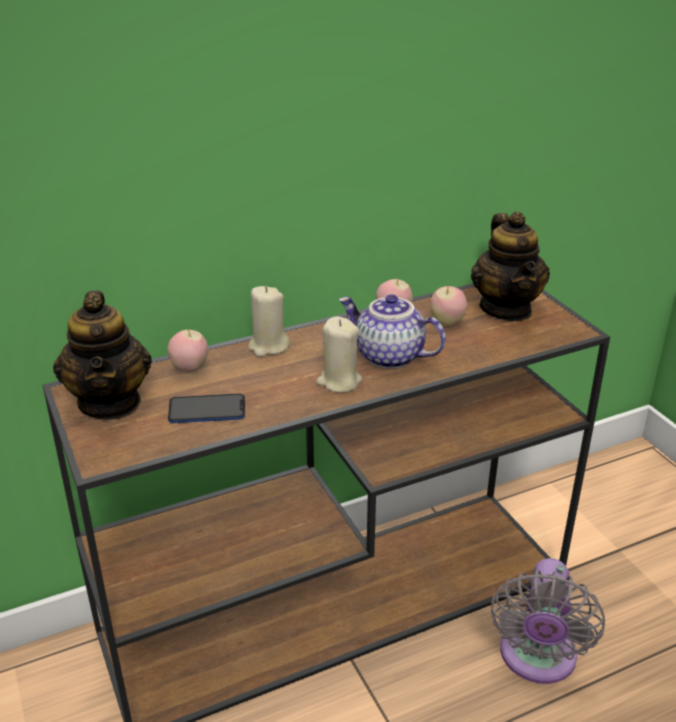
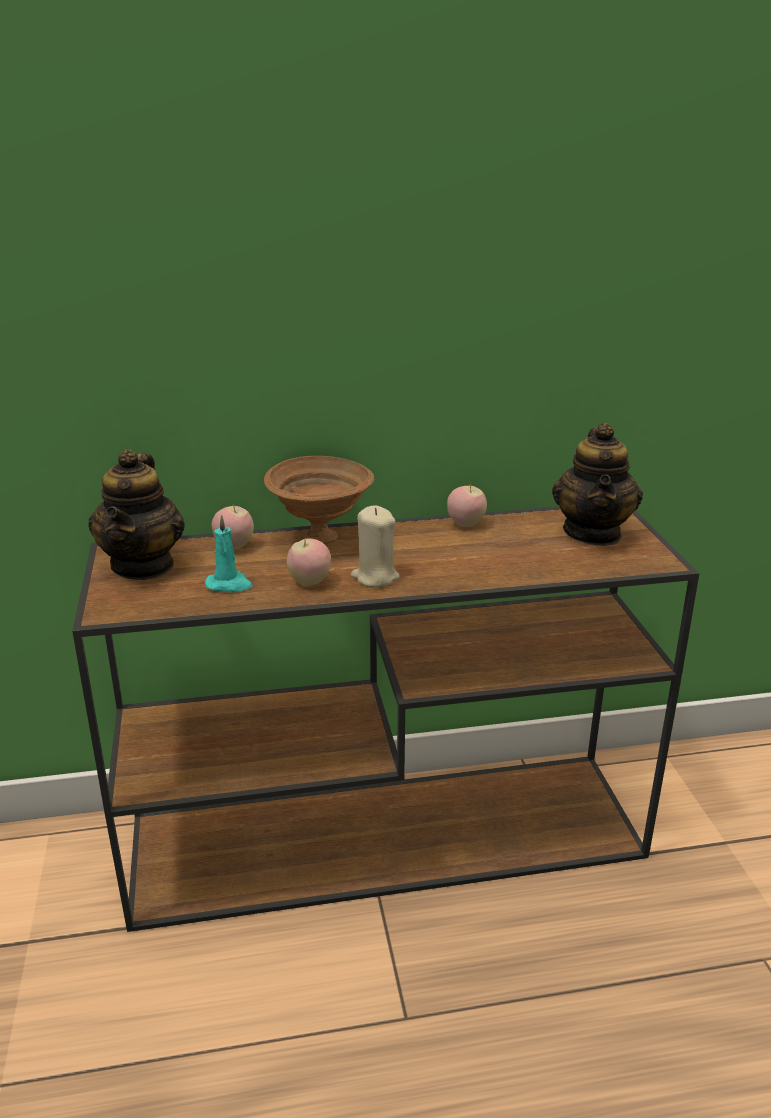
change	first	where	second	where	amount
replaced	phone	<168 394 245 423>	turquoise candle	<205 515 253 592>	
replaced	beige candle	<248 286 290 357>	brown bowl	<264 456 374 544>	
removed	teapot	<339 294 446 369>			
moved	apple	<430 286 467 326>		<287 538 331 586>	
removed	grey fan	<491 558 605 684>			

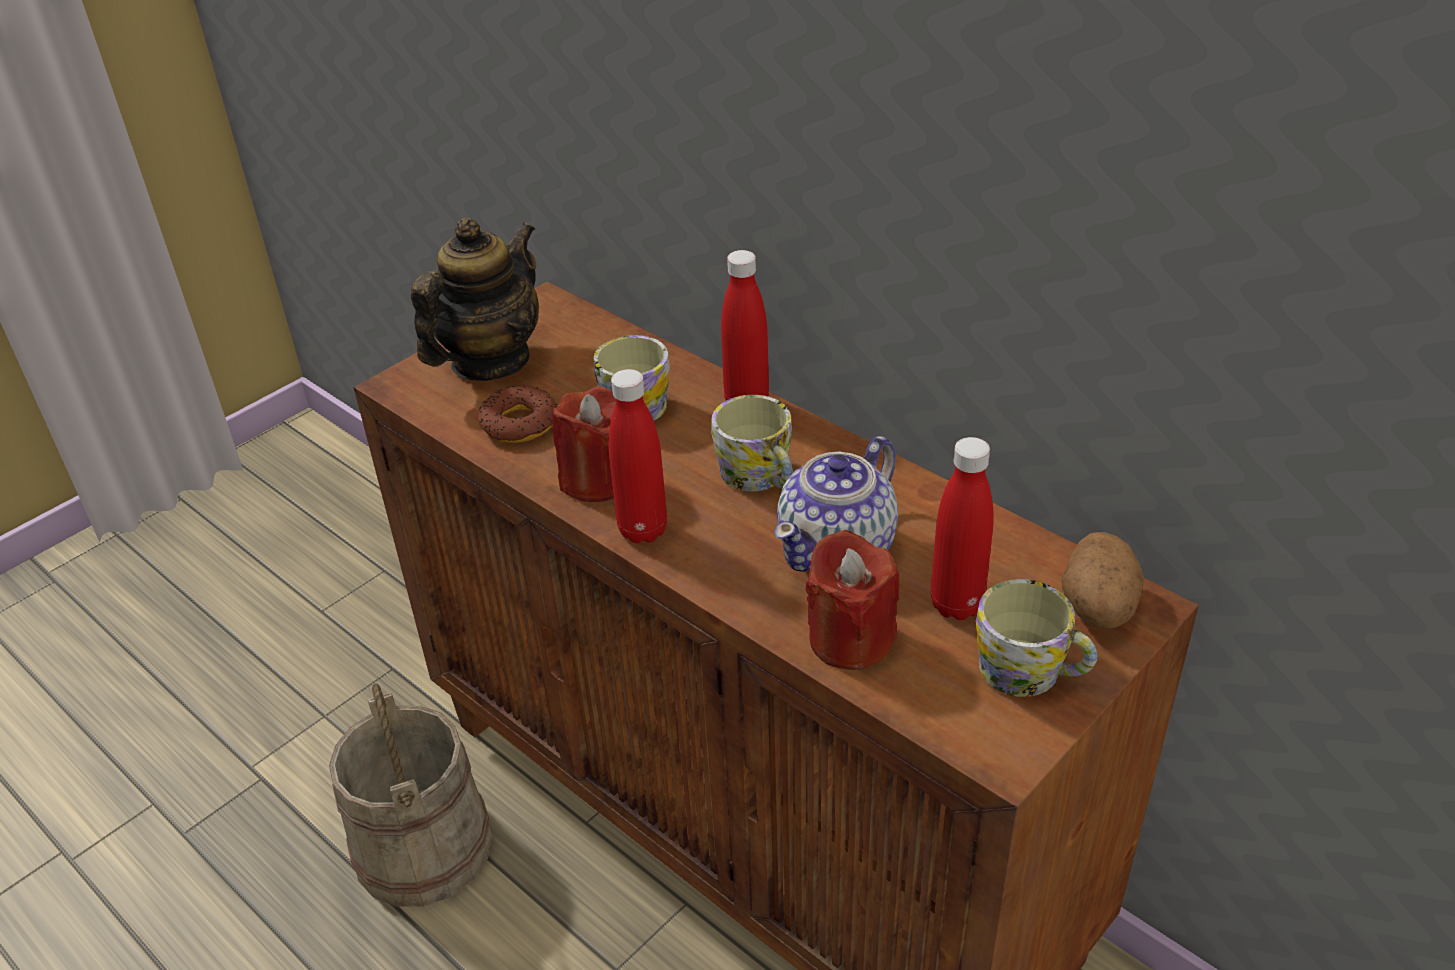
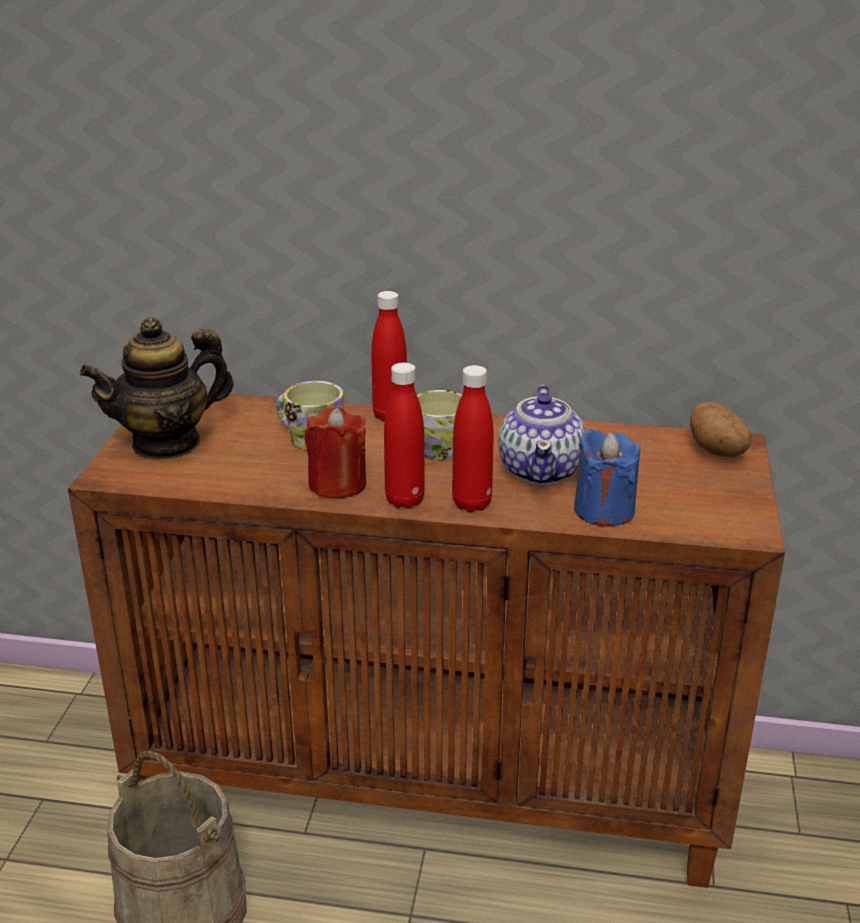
change	first	where	second	where	amount
turned	teapot	<411 218 539 381>		<80 317 234 460>	120 degrees counterclockwise
removed	donut	<478 385 557 443>			
recoloured	red candle	<806 530 899 670>	blue candle	<574 429 640 527>	
moved	red bottle	<931 437 994 620>		<452 365 494 512>	
removed	mug	<976 579 1097 697>			

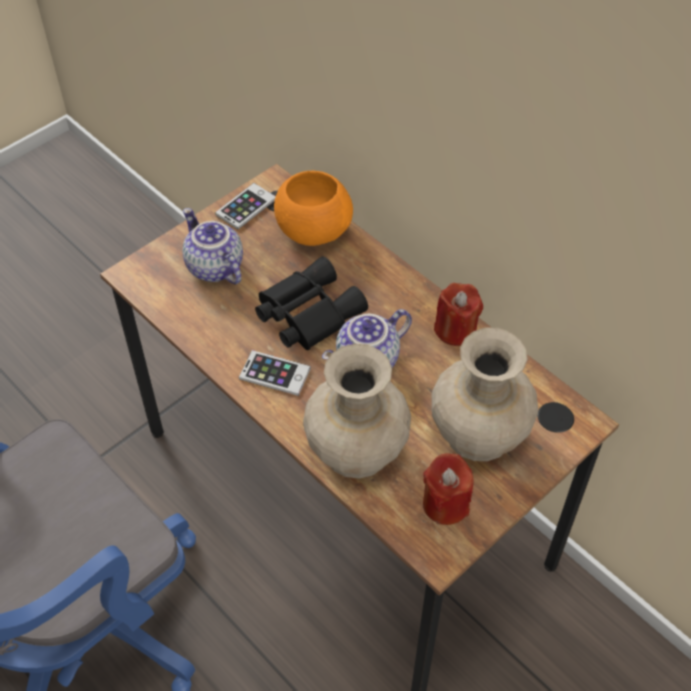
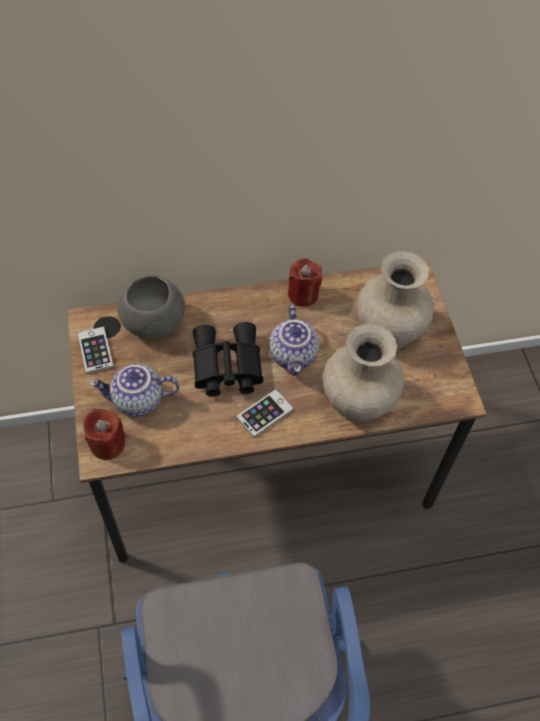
change	first	where	second	where	amount
recoloured	orange bowl	<274 171 353 246>	grey bowl	<118 275 185 339>	
moved	red candle	<423 453 474 525>		<83 409 126 460>	

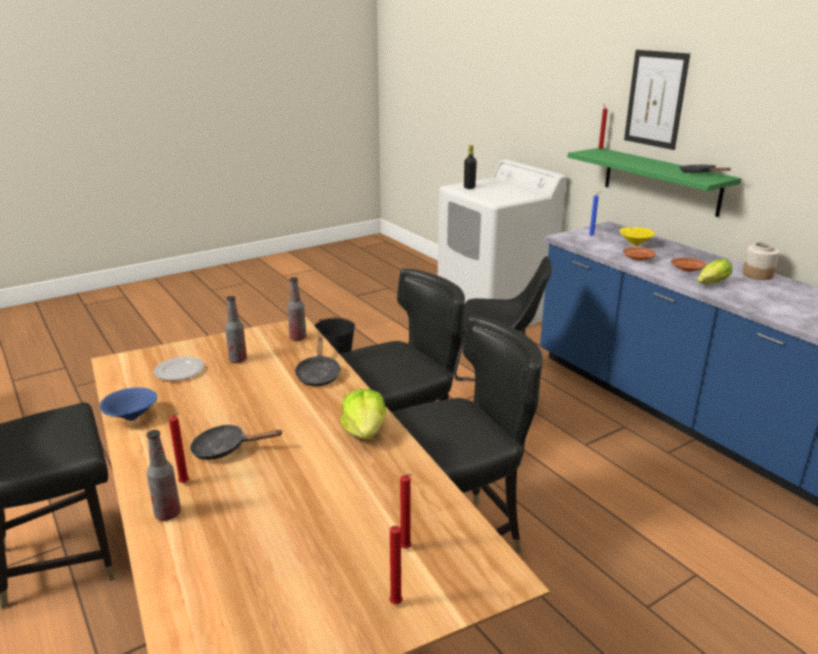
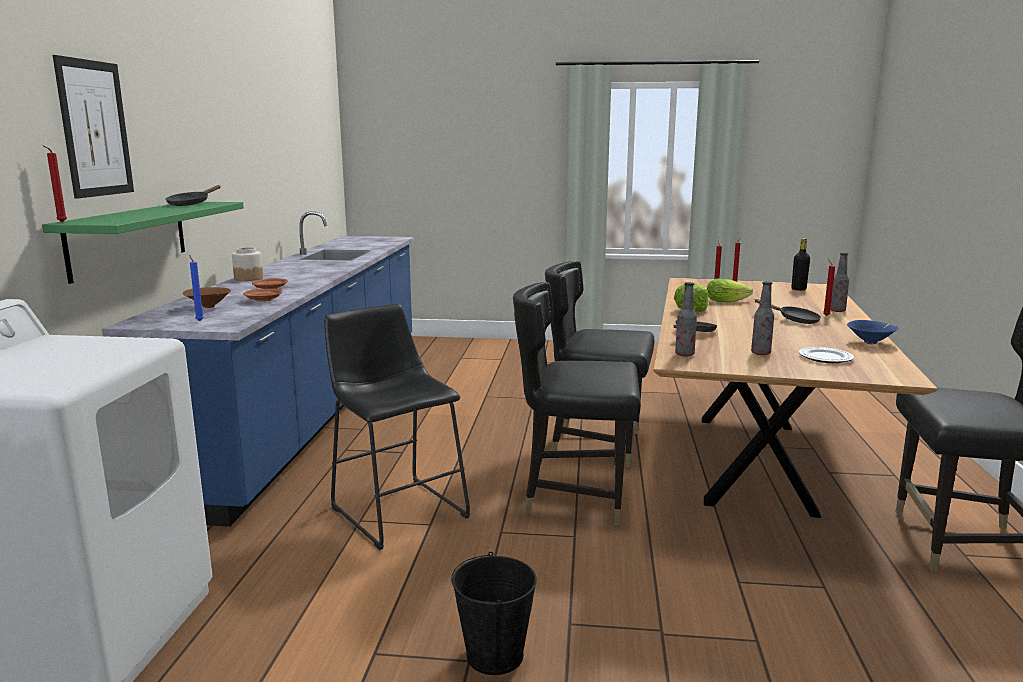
change	first	where	second	where	amount
moved	black bottle	<464 145 477 189>		<791 238 810 291>	
recoloured	yellow bowl	<620 227 655 246>	brown bowl	<183 287 231 308>	
moved	lettuce	<697 259 733 284>		<707 278 753 302>	

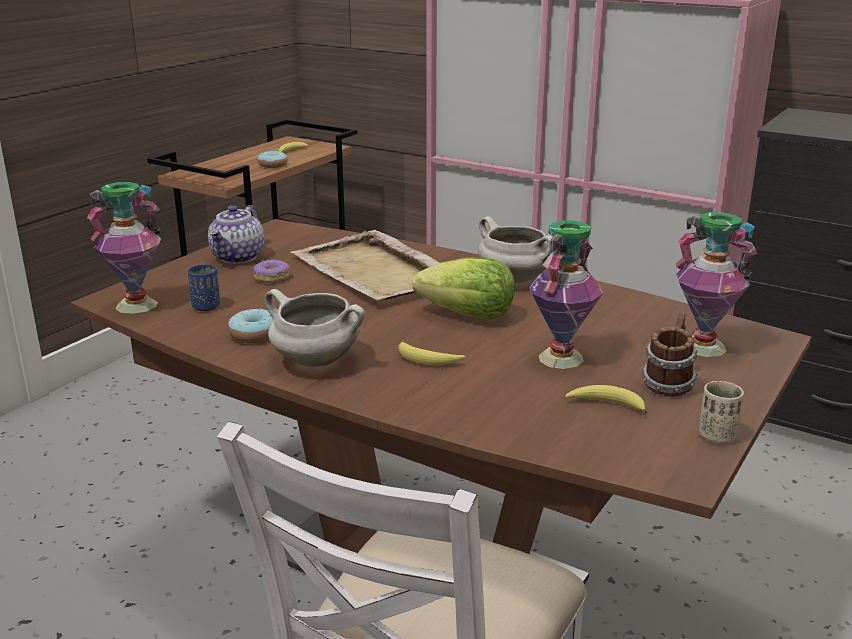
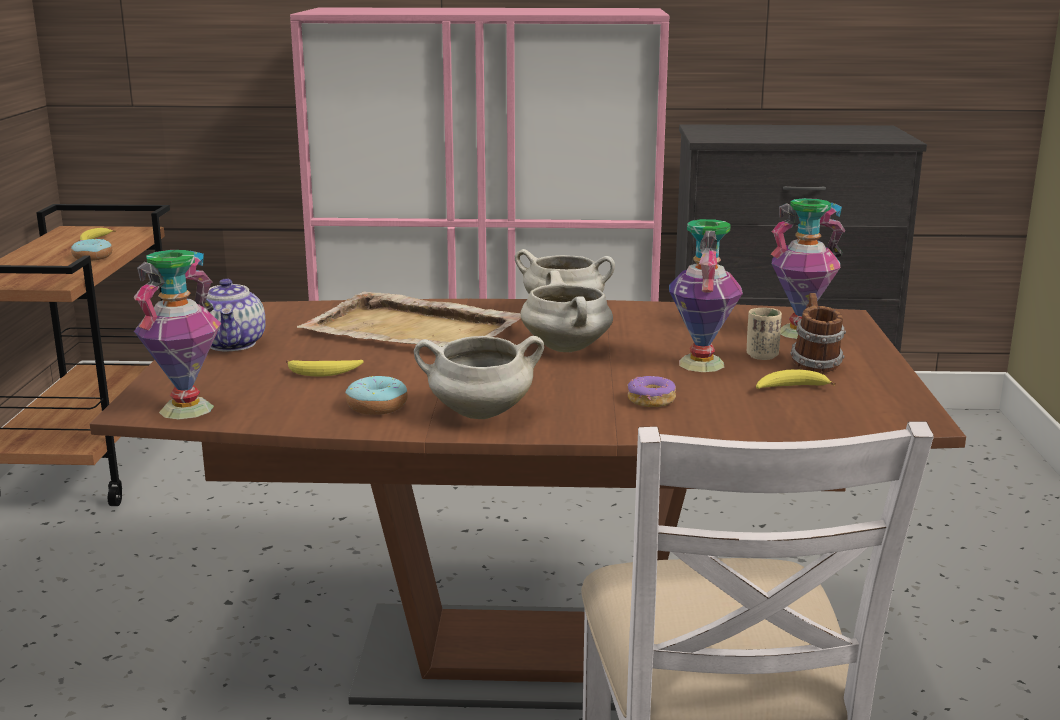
change	first	where	second	where	amount
removed	blue cup	<188 264 220 311>			
moved	donut	<253 259 289 283>		<628 376 676 407>	
moved	banana	<398 340 466 365>		<286 360 364 377>	
replaced	lettuce	<413 258 515 319>	white cooking pot	<521 270 613 352>	
moved	beige cup	<699 381 744 444>		<747 308 782 360>	

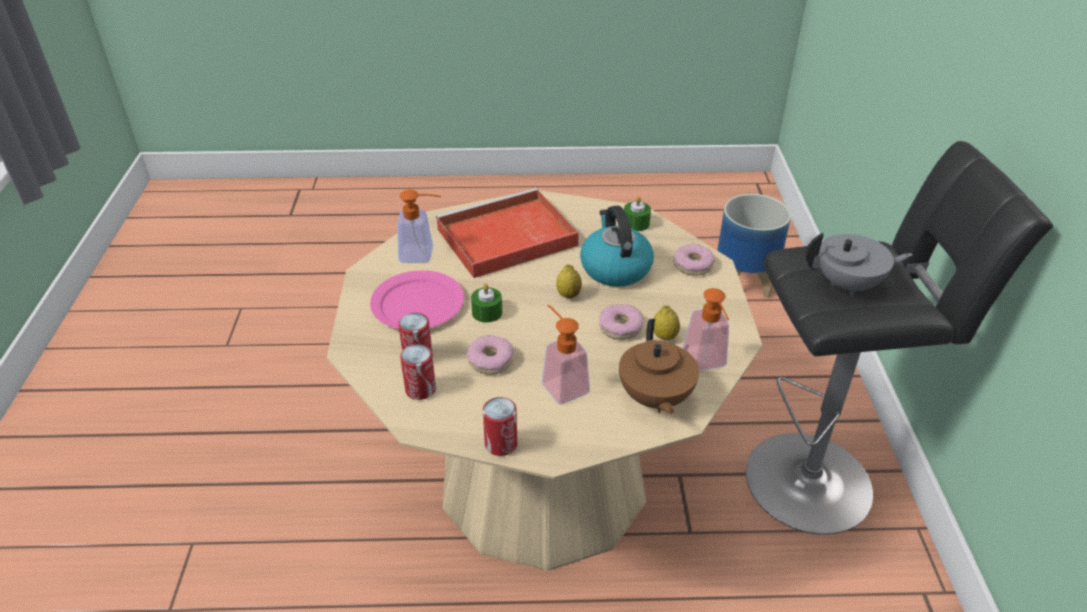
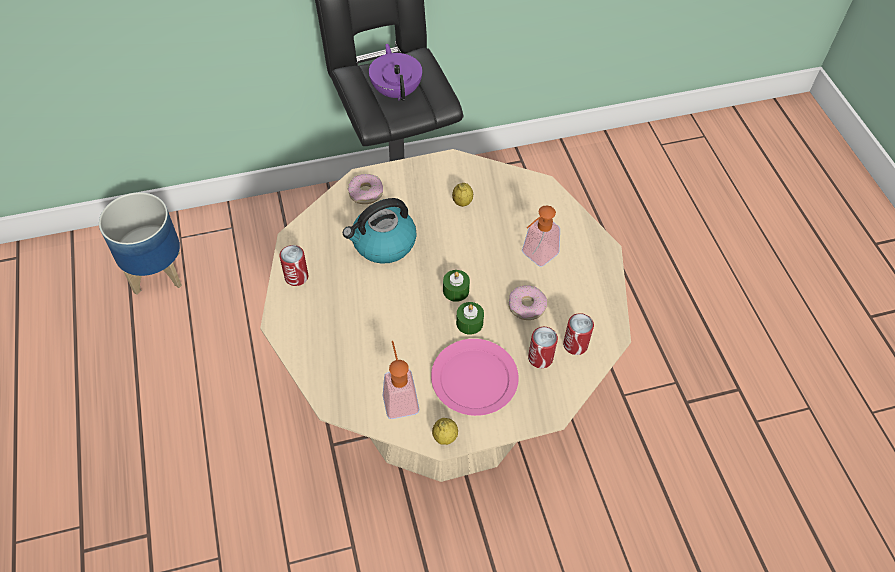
change	first	where	second	where	amount
removed	red tray	<436 188 579 278>			
moved	can	<483 397 517 456>		<280 245 308 286>	
moved	lemon	<556 264 582 298>		<432 418 458 445>	
removed	donut	<599 304 644 340>			
removed	brown teapot	<619 319 699 415>			
moved	green candle	<624 196 651 231>		<443 270 470 302>	
removed	soap dispenser	<683 288 729 371>			
recoloured	grey teapot	<805 233 913 296>	purple teapot	<369 44 422 101>	

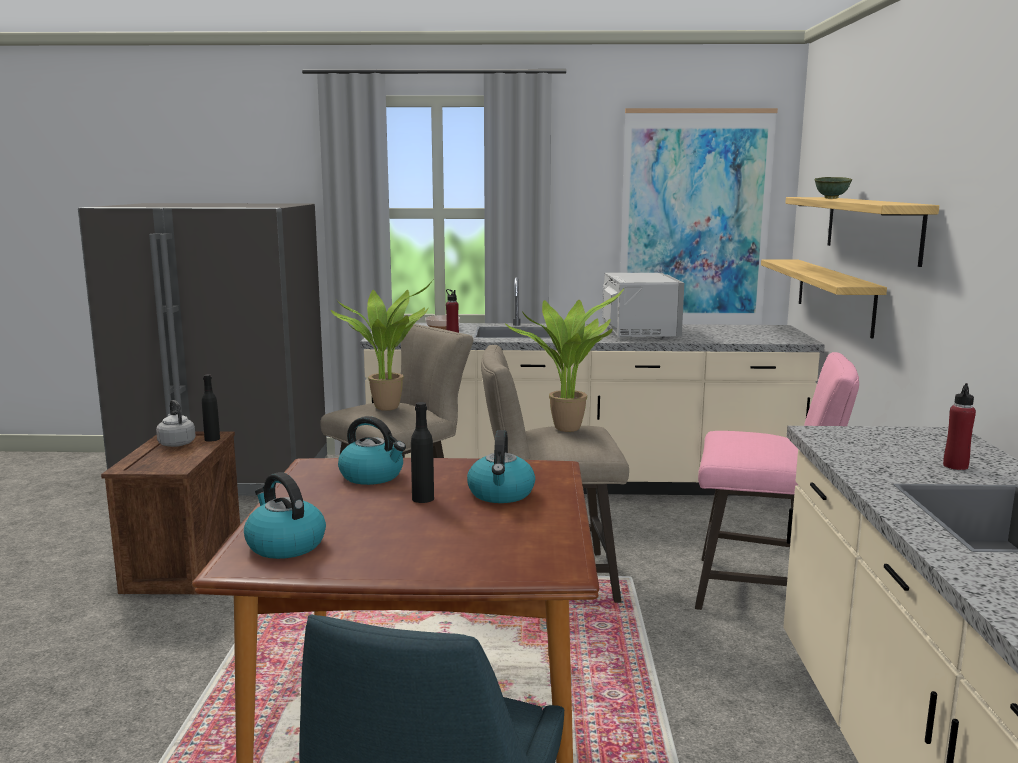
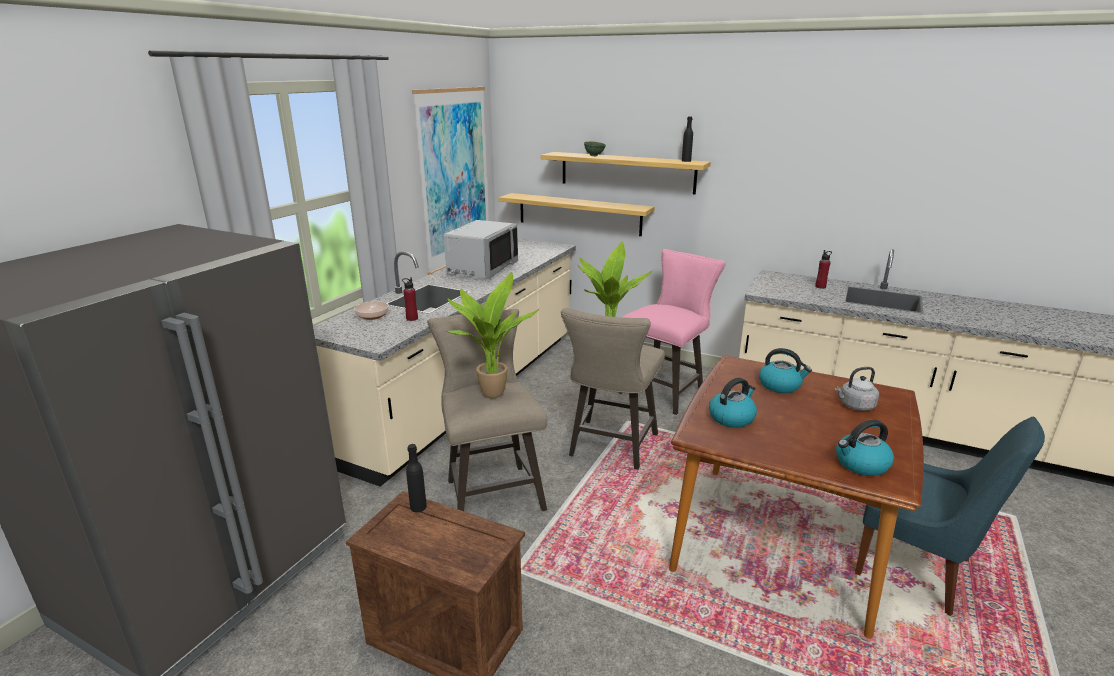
change	first	where	second	where	amount
moved	grey kettle	<156 400 195 447>		<835 367 879 411>	
moved	black bottle	<411 402 434 503>		<682 117 693 162>	
turned	grey microwave	<602 273 684 338>		<444 220 518 279>	90 degrees clockwise

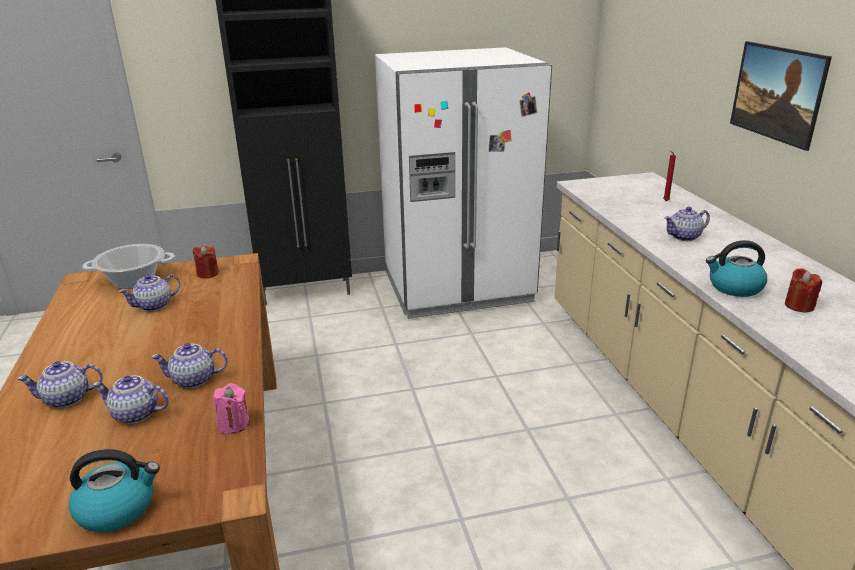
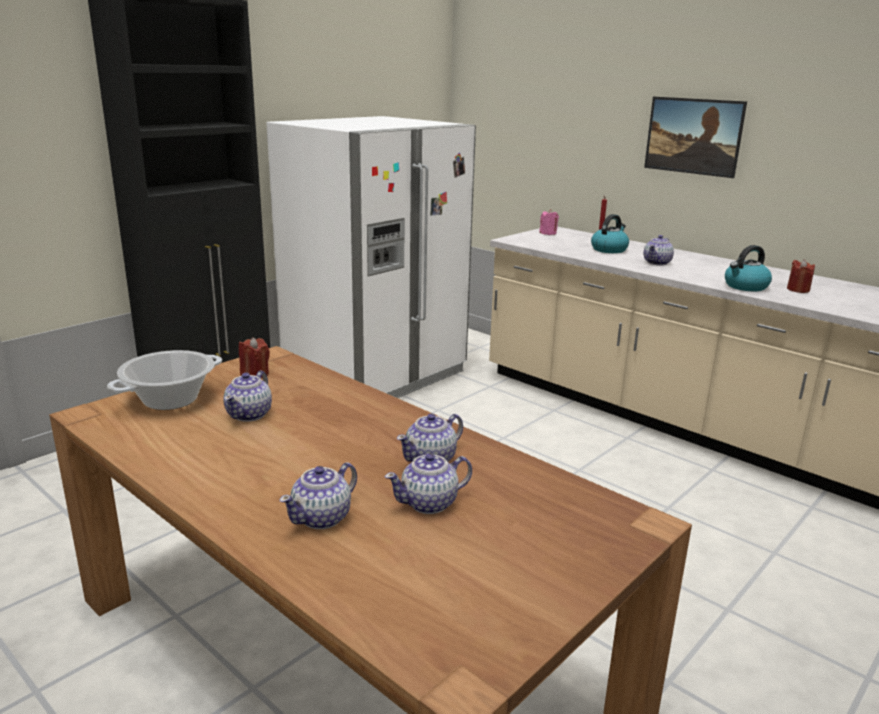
change	first	where	second	where	amount
moved	kettle	<69 449 160 532>		<591 214 629 253>	
moved	pink candle	<212 383 250 434>		<539 209 559 235>	

